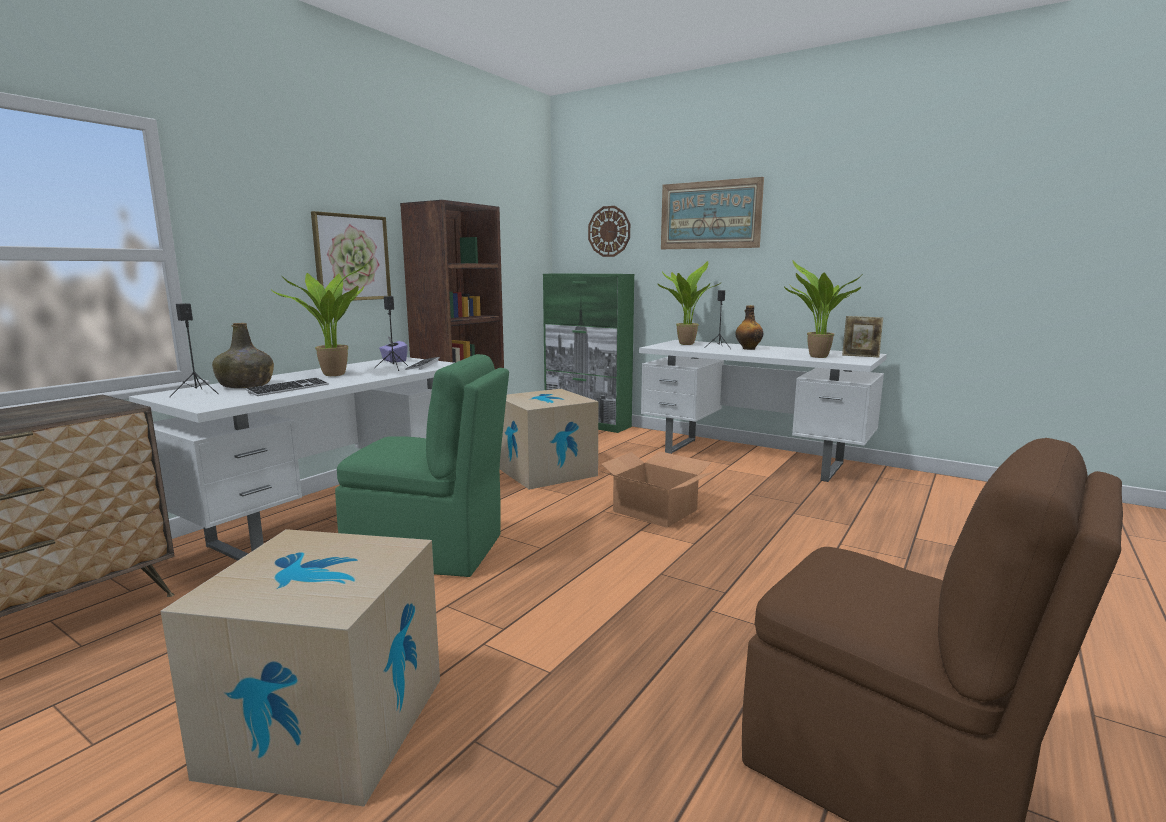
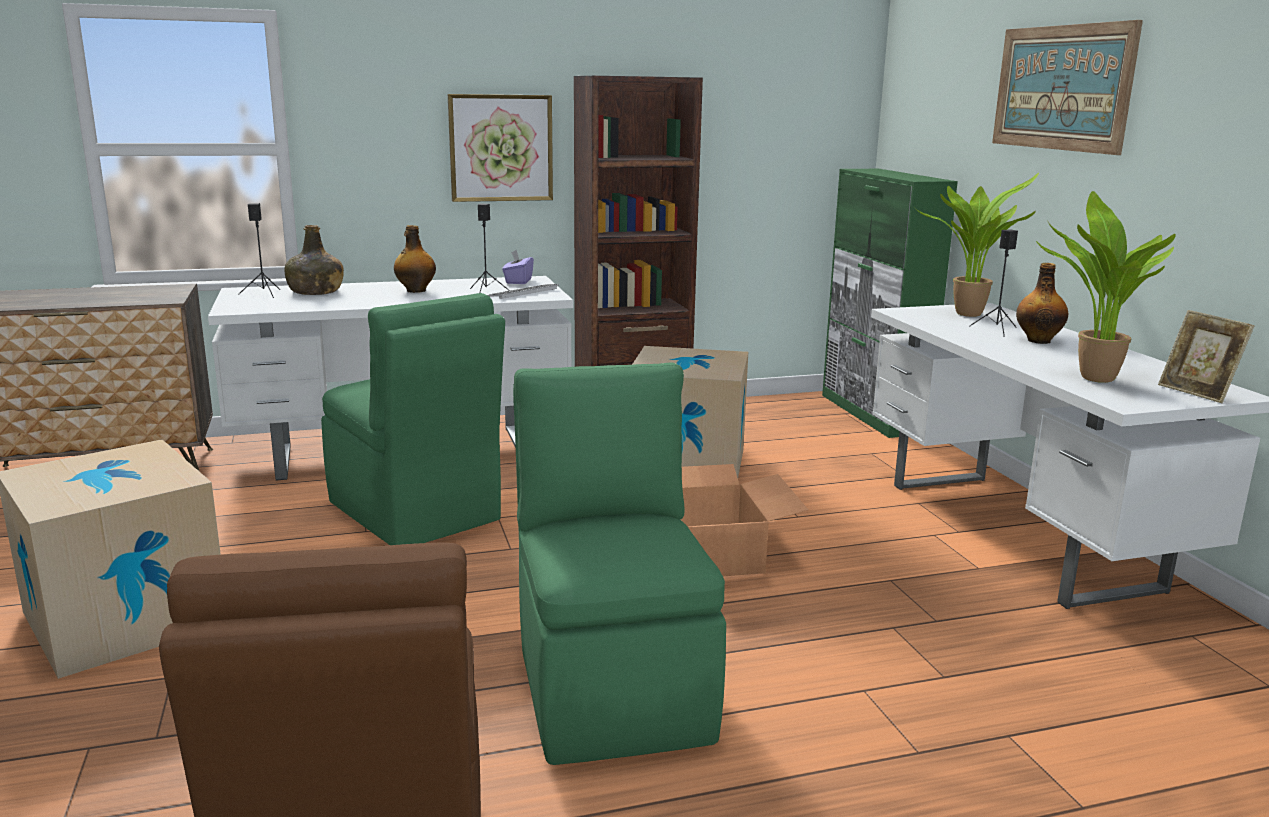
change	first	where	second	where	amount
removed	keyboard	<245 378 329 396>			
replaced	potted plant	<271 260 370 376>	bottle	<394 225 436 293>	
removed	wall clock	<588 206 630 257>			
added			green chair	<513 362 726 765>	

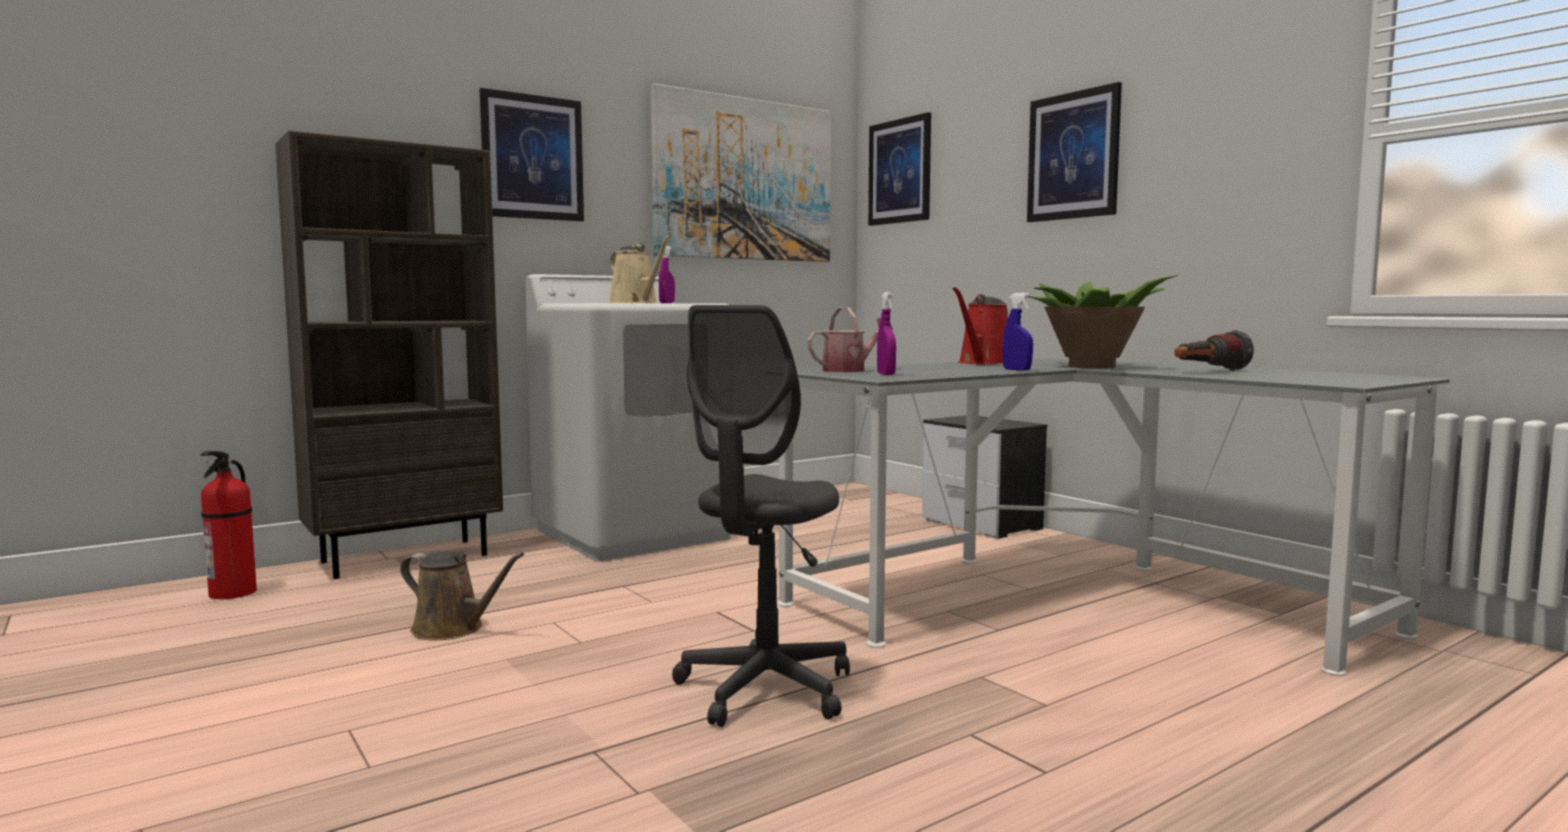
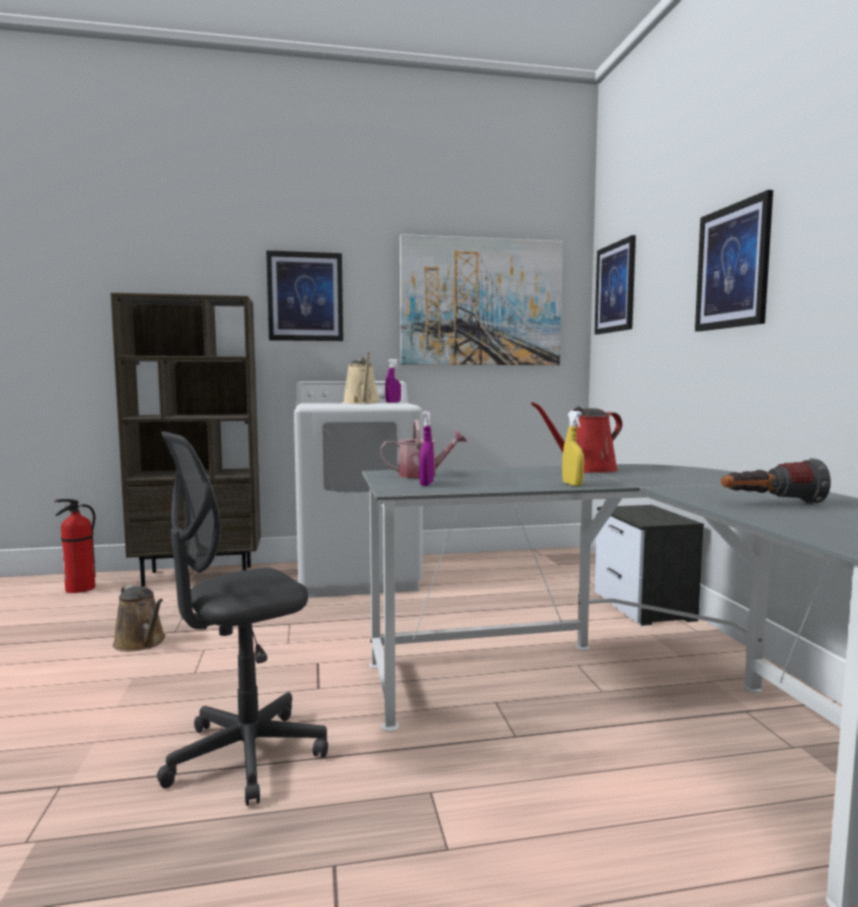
change	first	where	second	where	amount
recoloured	blue spray bottle	<1002 293 1033 370>	yellow spray bottle	<562 411 584 486>	
removed	potted plant	<1028 275 1178 369>			

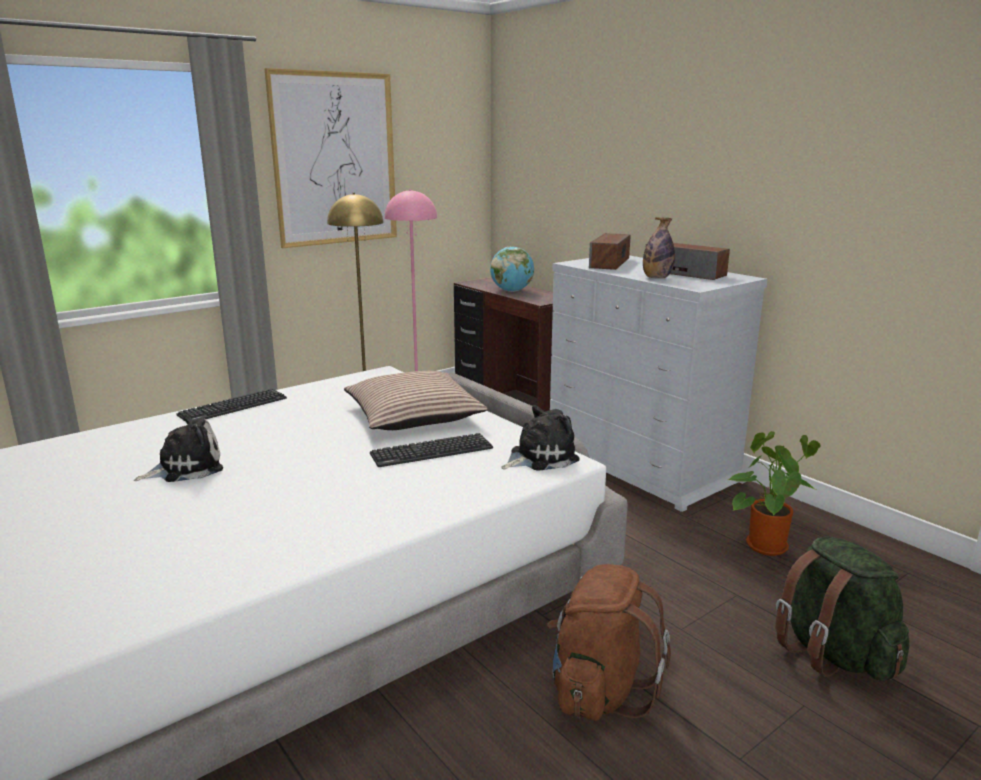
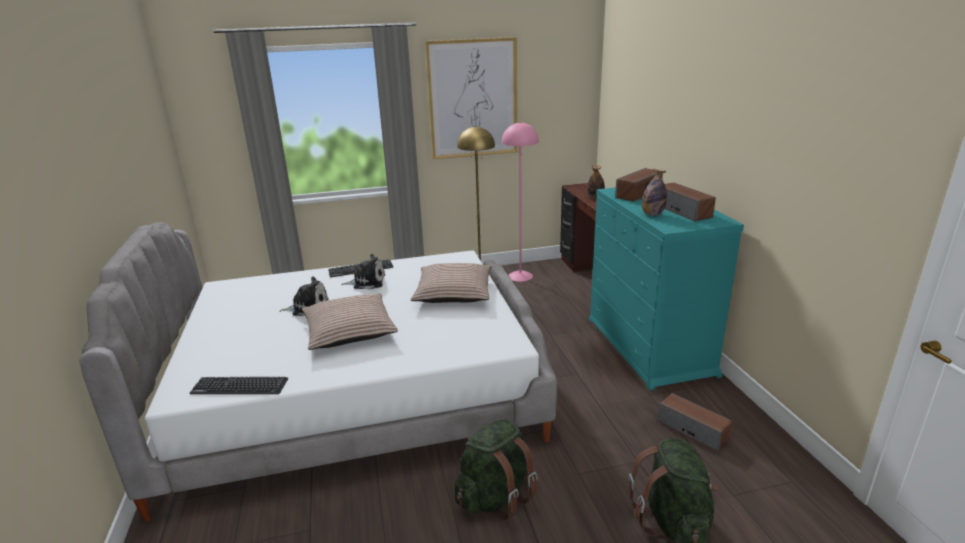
change	first	where	second	where	amount
moved	keyboard	<370 433 493 467>		<190 377 288 394>	
replaced	globe	<490 247 534 292>	bottle	<587 165 605 199>	
moved	plush toy	<501 405 580 471>		<341 254 385 290>	
recoloured	brown backpack	<547 564 671 721>	green backpack	<455 419 538 521>	
recoloured	white dresser	<550 256 768 512>	turquoise dresser	<589 187 744 390>	
replaced	potted plant	<727 431 821 556>	speaker	<657 393 732 451>	
added			pillow	<301 293 398 350>	

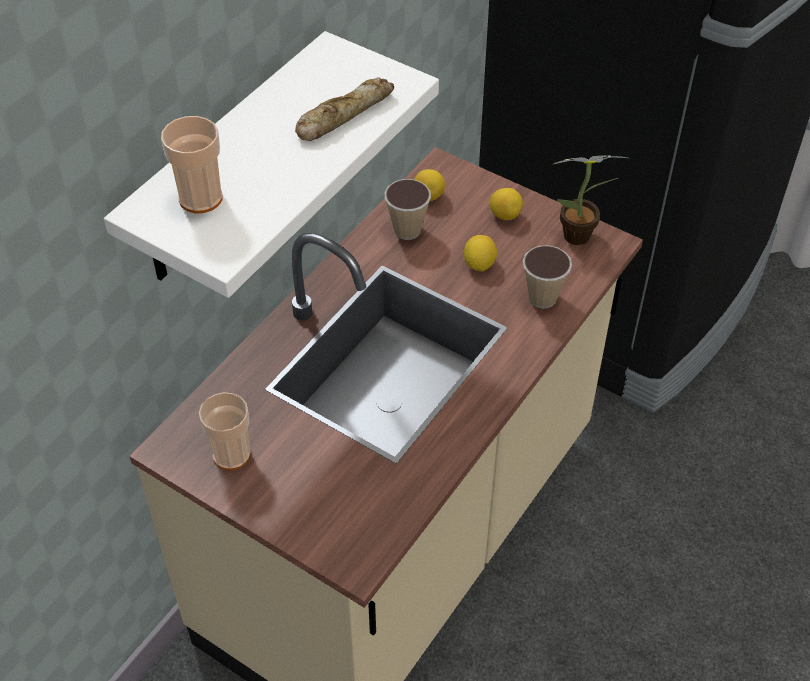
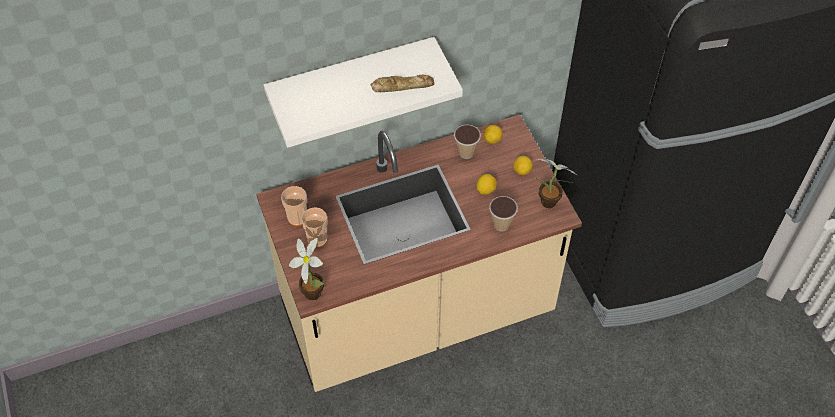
change	first	where	second	where	amount
moved	cup	<161 116 223 213>		<301 207 328 248>	
added			potted plant	<289 238 324 301>	

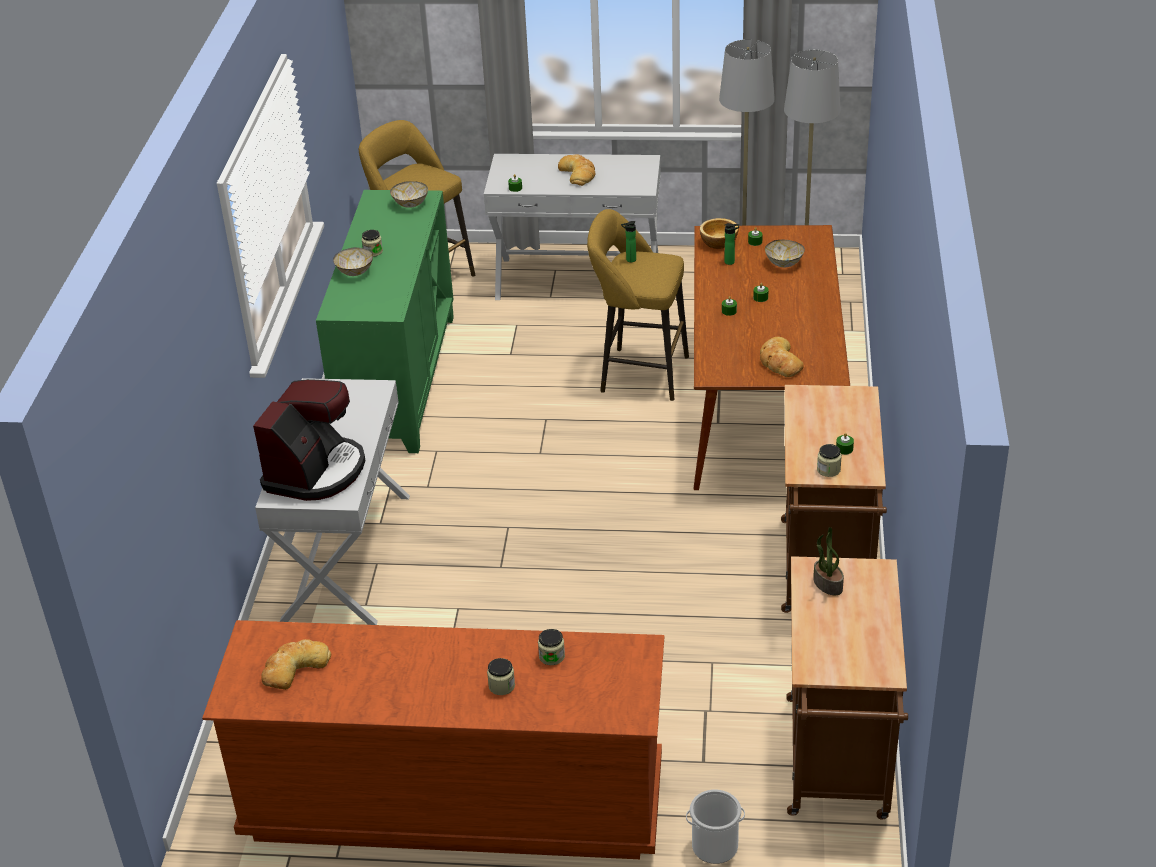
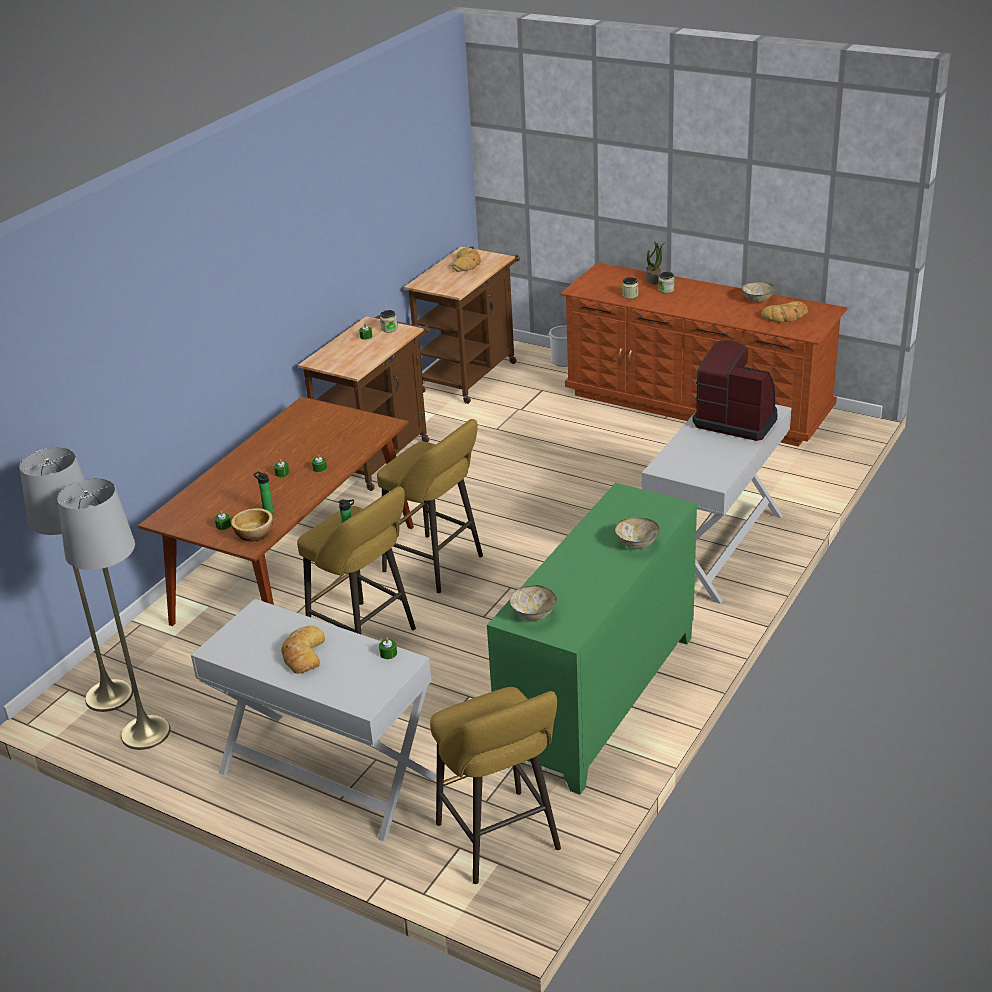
change	first	where	second	where	amount
turned	coffee machine	<253 379 366 501>		<692 340 777 441>	75 degrees clockwise
removed	jar	<361 230 383 257>			
moved	bread	<760 337 804 377>		<452 248 481 272>	
moved	bowl	<765 240 805 267>		<741 281 775 303>	
moved	potted plant	<813 527 844 595>		<646 241 664 284>	
added			yellow stool	<377 419 483 593>	

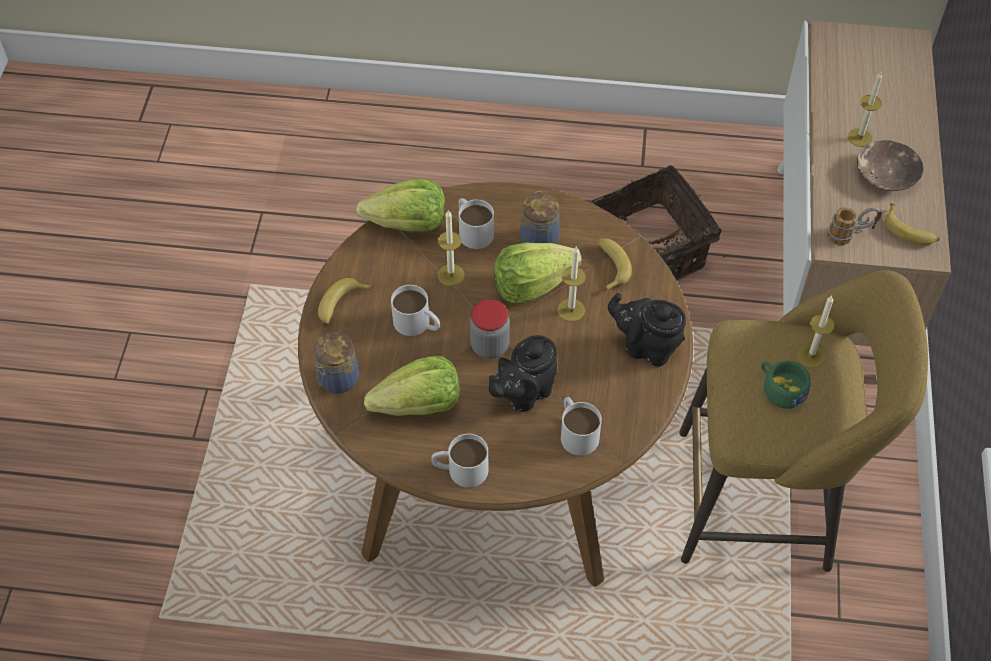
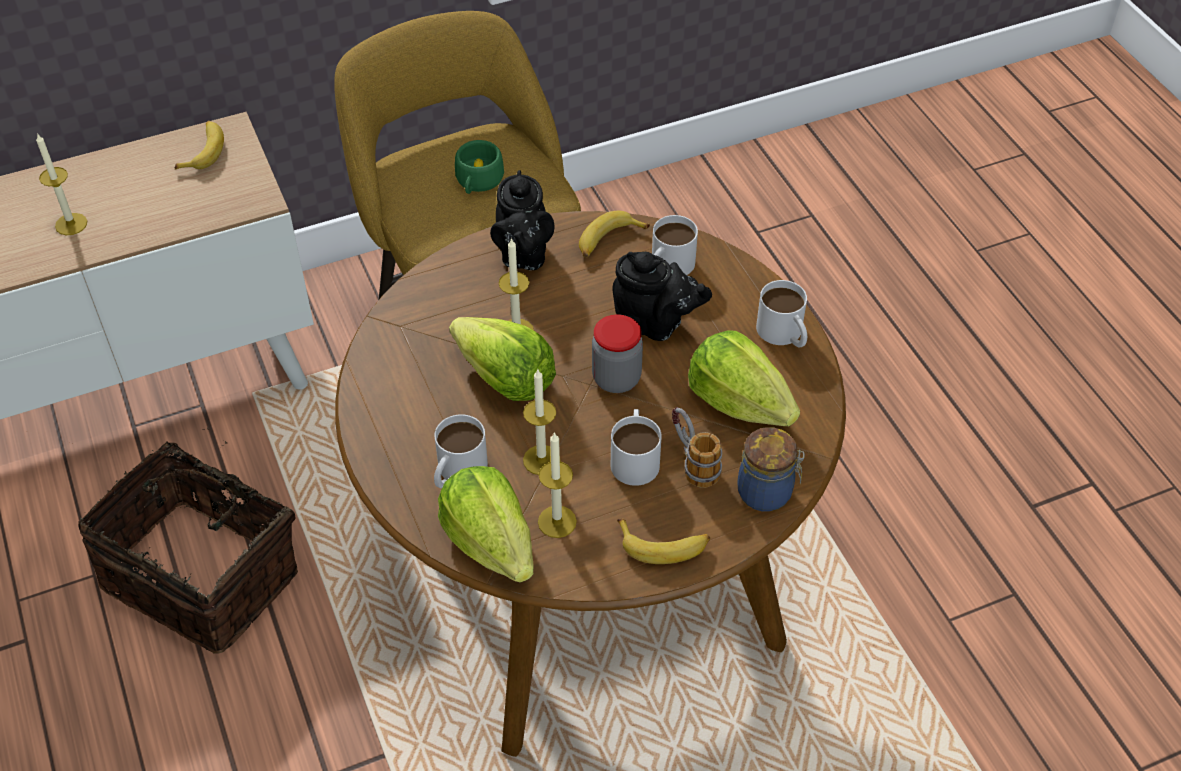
change	first	where	second	where	amount
removed	jar	<520 191 560 244>			
moved	banana	<597 238 632 292>		<579 211 650 257>	
moved	candle	<798 296 834 368>		<538 432 577 538>	
moved	mug	<828 207 883 246>		<672 407 722 488>	
removed	brown bowl	<857 140 923 191>			

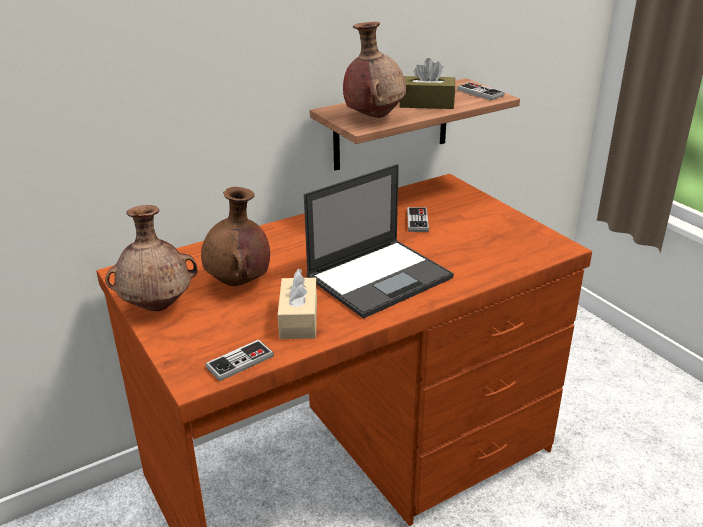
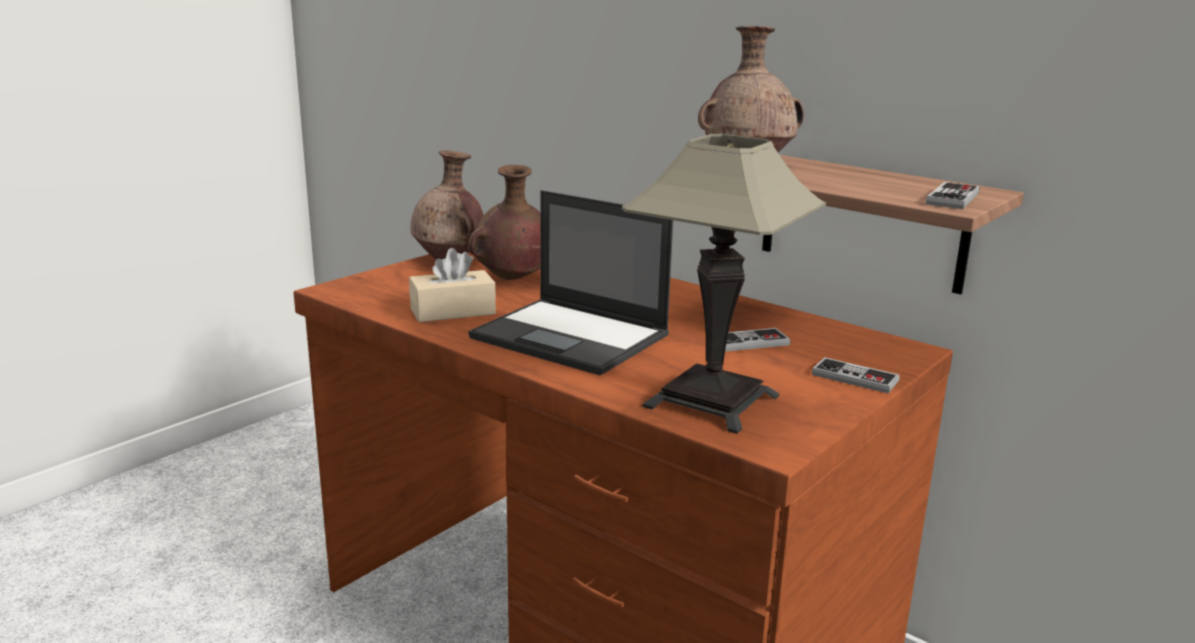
change	first	where	second	where	amount
moved	game controller	<205 339 274 381>		<812 357 900 393>	
removed	brown tissue box	<399 58 455 109>			
added			table lamp	<622 134 826 434>	

